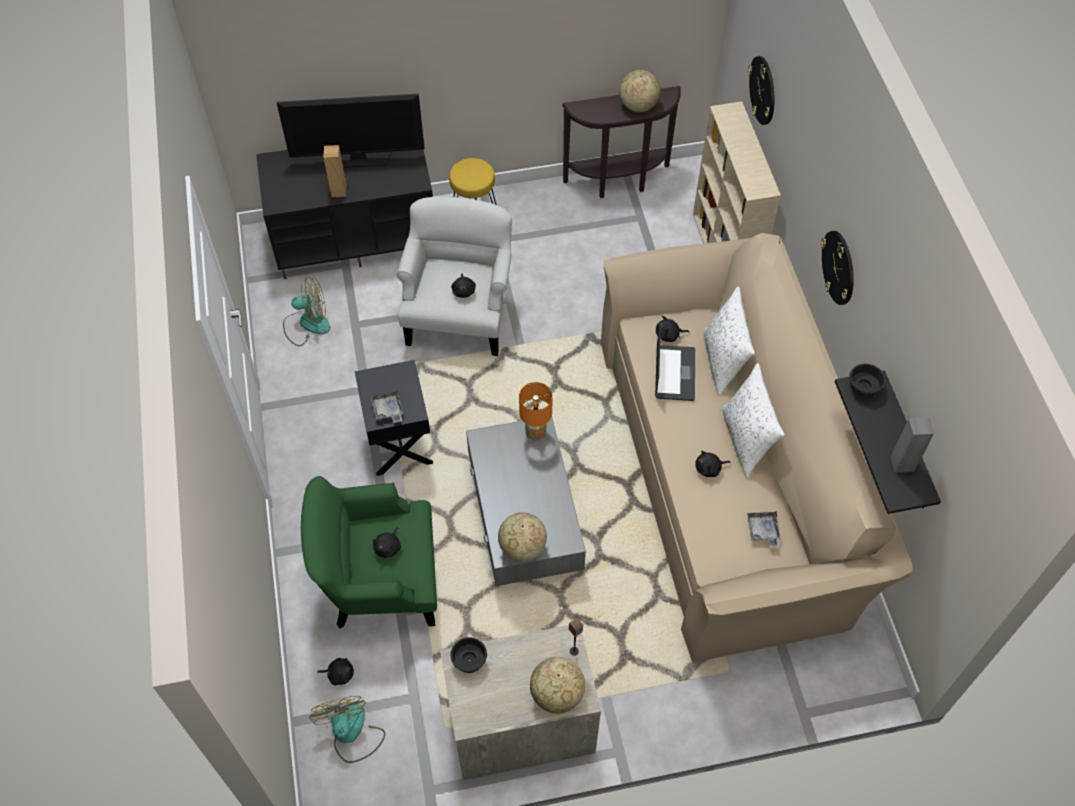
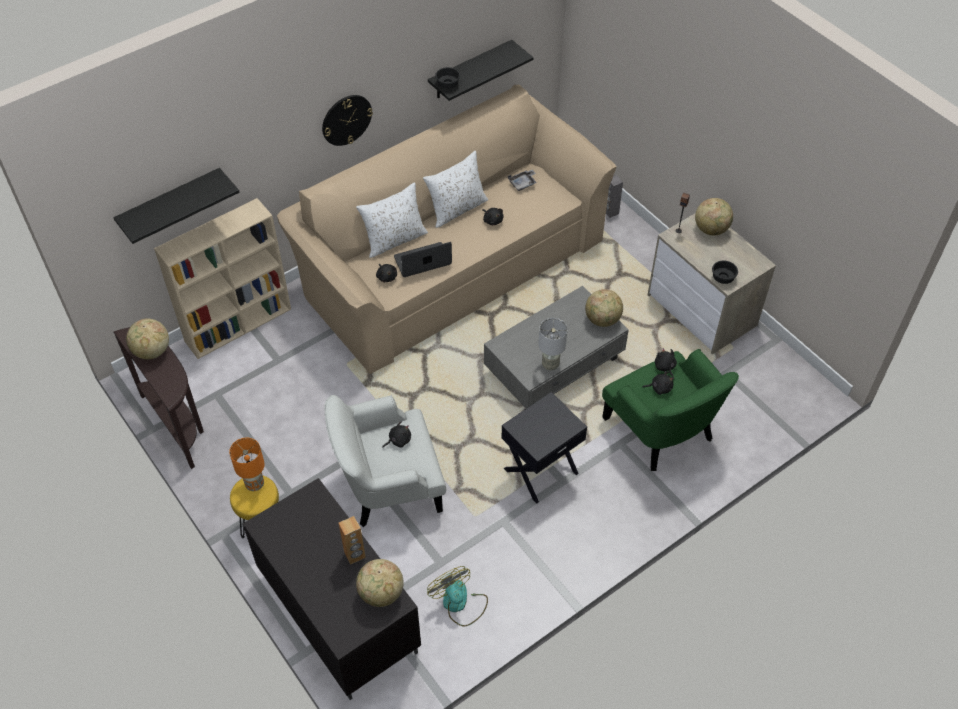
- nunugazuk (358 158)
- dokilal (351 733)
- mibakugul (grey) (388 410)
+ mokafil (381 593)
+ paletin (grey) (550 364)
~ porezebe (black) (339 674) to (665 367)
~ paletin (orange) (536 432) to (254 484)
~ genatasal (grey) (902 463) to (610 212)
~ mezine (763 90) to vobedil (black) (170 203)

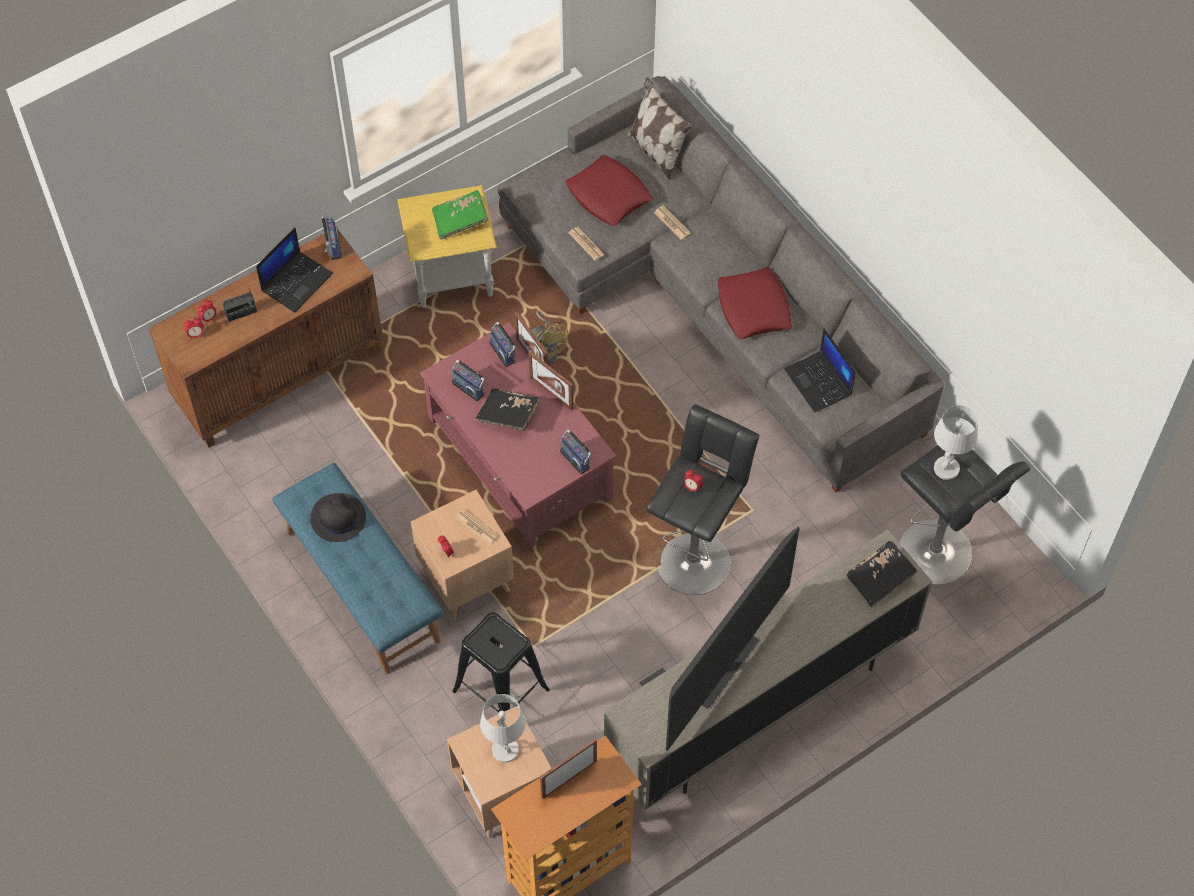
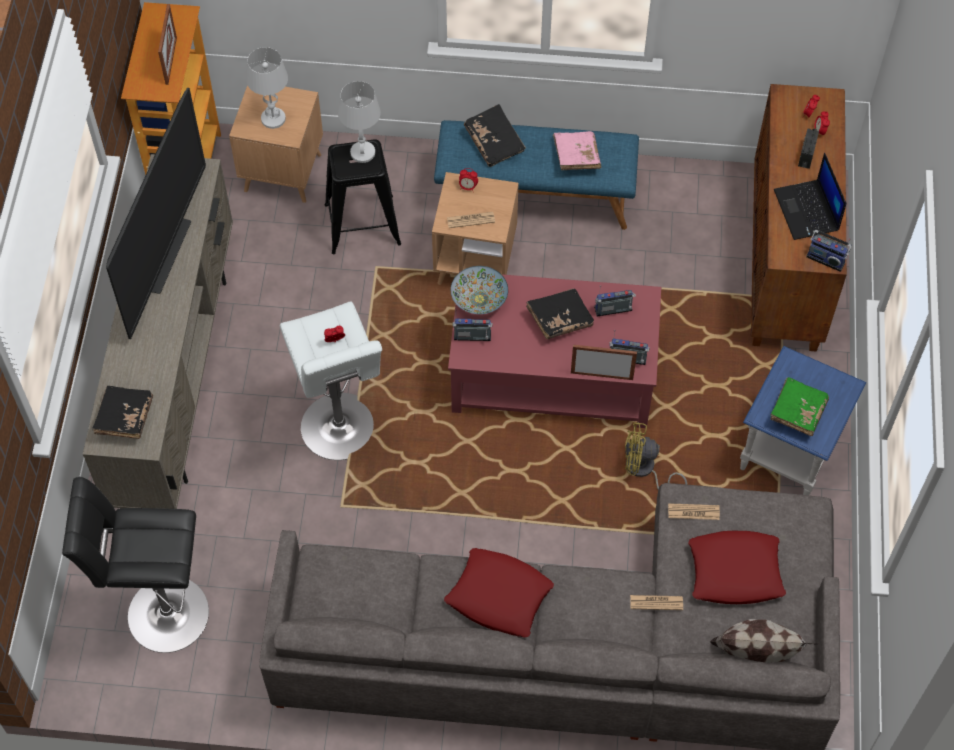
- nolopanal (551 393)
- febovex (819 382)
+ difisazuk (479 299)
+ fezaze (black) (494 142)
~ paletin (white) (946 469) to (362 152)
~ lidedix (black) (337 518) to fezaze (pink) (576 157)
~ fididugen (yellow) (453 276) to fididugen (blue) (788 454)
~ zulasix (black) (695 557) to zulasix (white) (342 431)
~ nunugazuk (726 669) = (167 255) 150 degrees counterclockwise

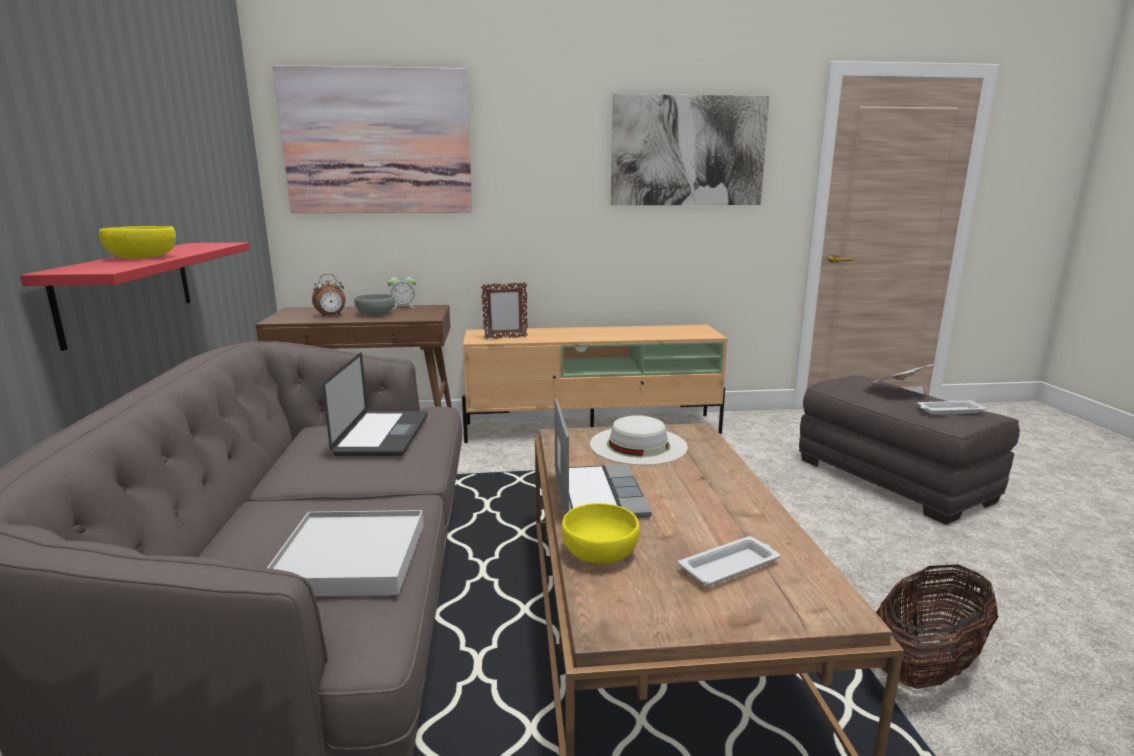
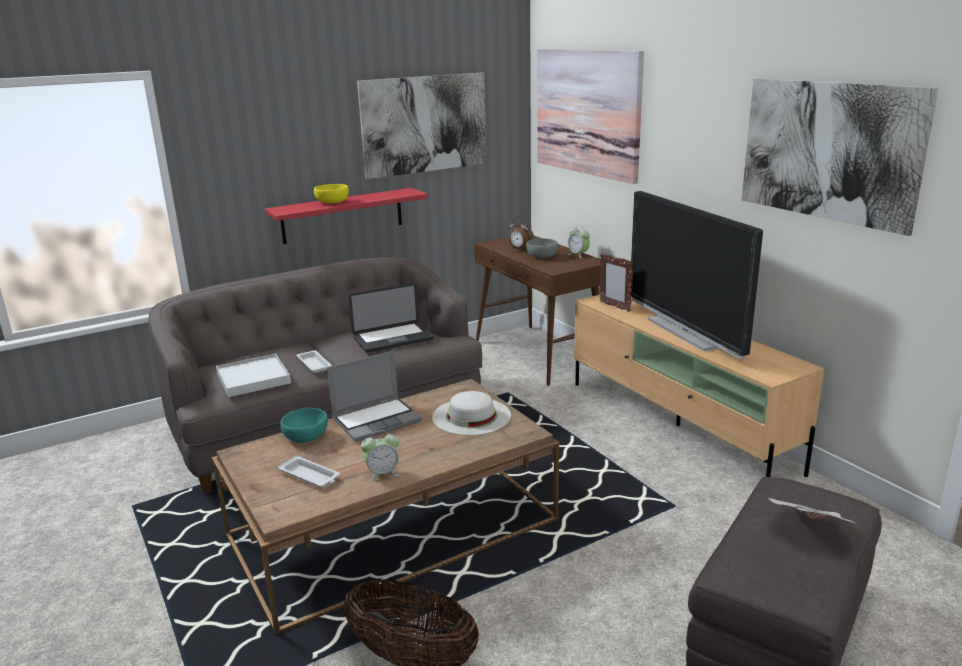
+ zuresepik (424 124)
+ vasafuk (382 473)
+ nunugazuk (687 332)
~ mibakugul (white) (949 411) to (314 364)
~ difisazuk (yellow) (599 552) to difisazuk (turquoise) (306 436)

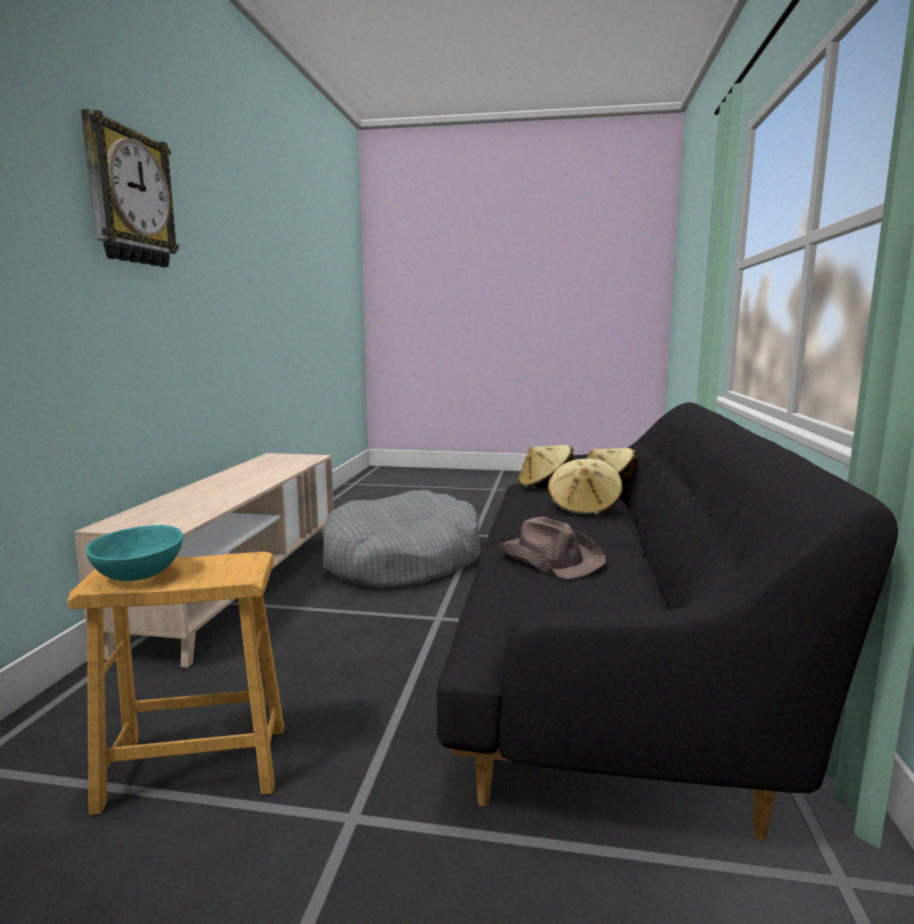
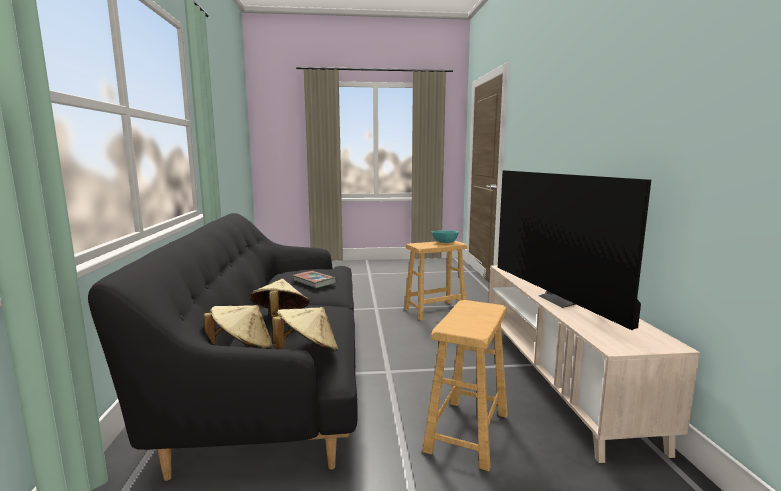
- mezine (128 197)
+ nunugazuk (561 300)
~ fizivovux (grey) (402 560) to zulasix (brown) (468 432)
~ lidedix (brown) (549 558) to fezaze (314 282)

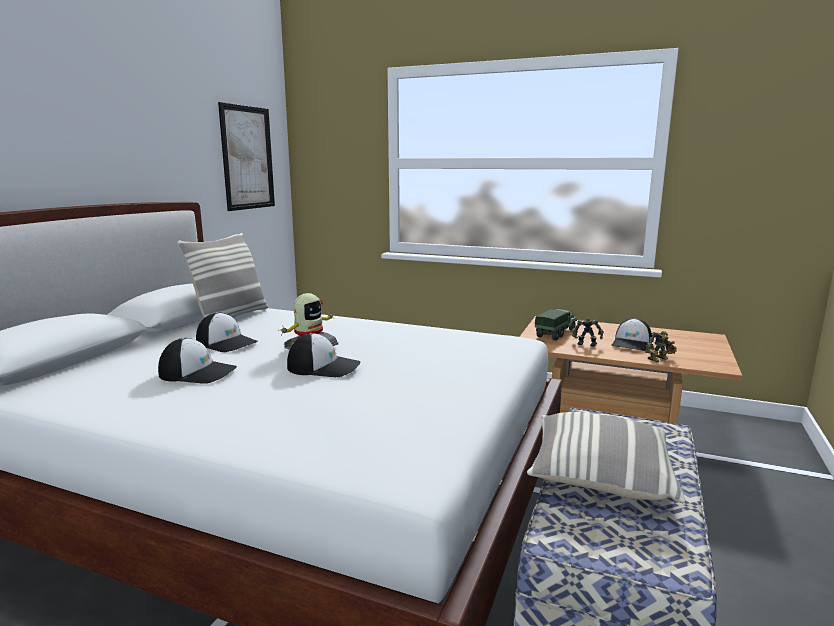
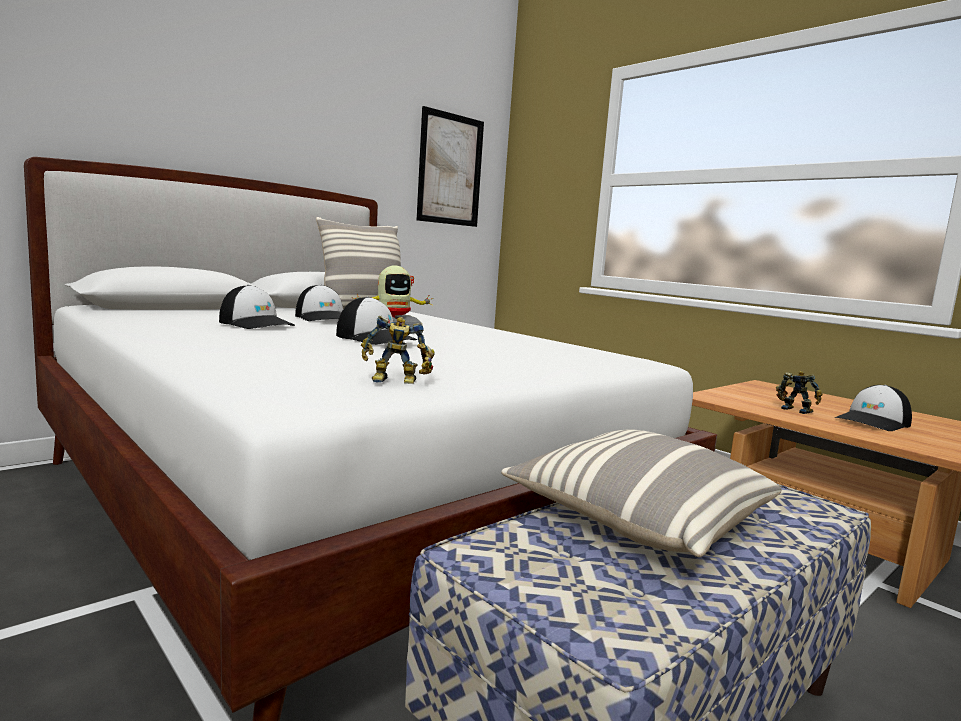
- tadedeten (556 333)
~ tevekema (659 359) to (395 382)

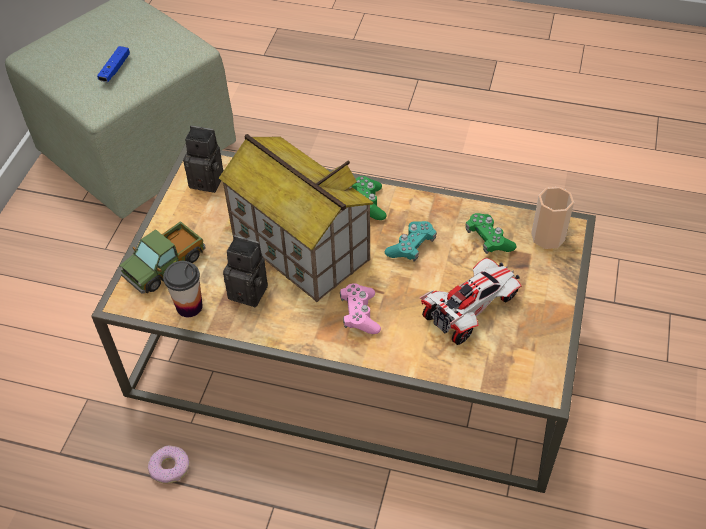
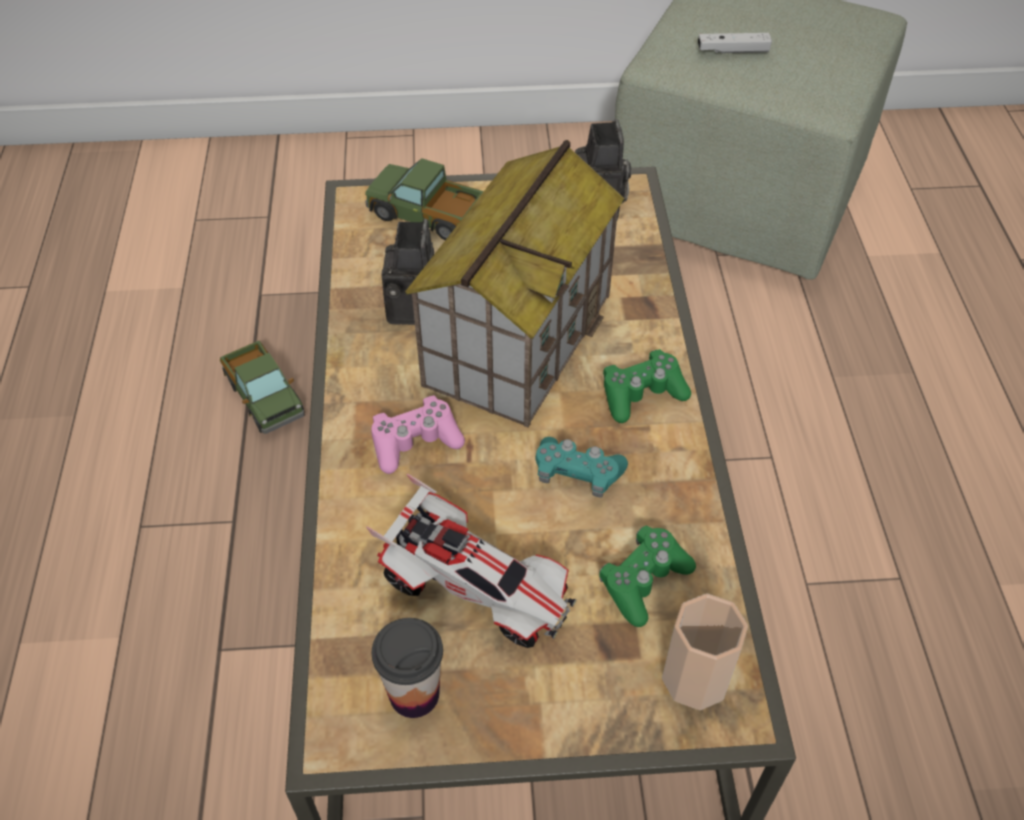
~ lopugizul (189 306) to (414 694)
~ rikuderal (169 467) to tadedeten (264 397)
~ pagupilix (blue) (115 69) to pagupilix (white) (733 50)

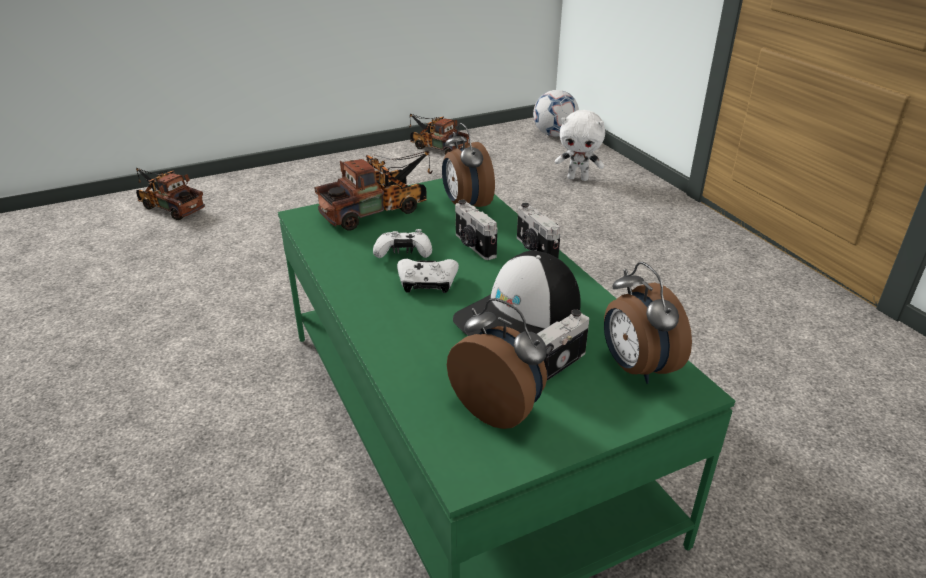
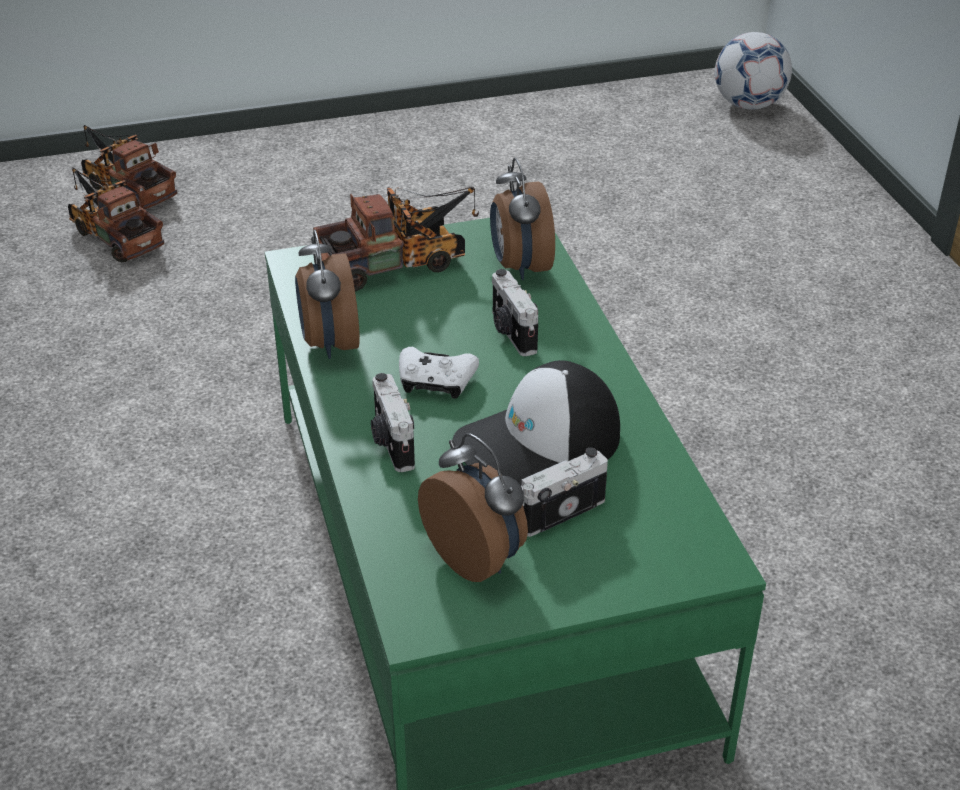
- pagupilix (white) (403 253)
- porezebe (white) (578 178)
~ tadedeten (436 148) to (114 235)
~ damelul (534 249) to (391 443)
~ vasafuk (635 368) to (329 343)

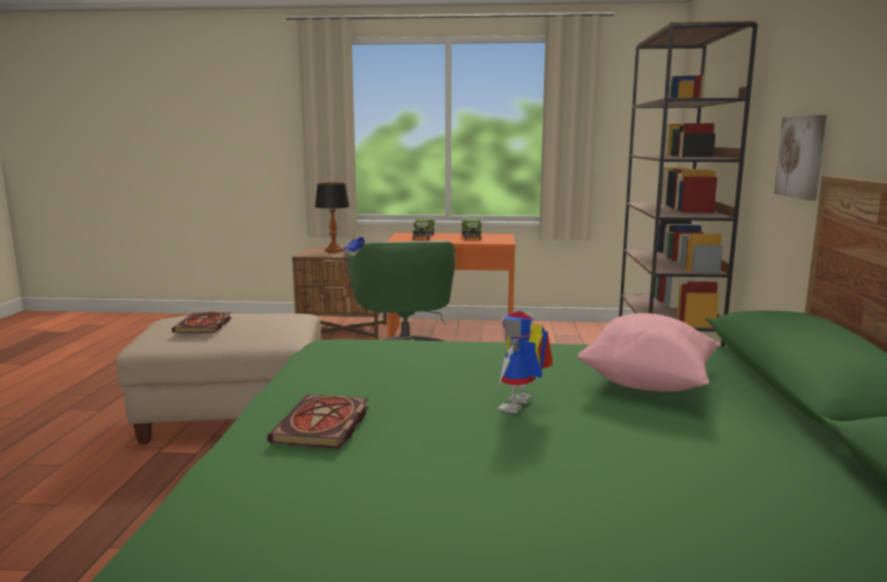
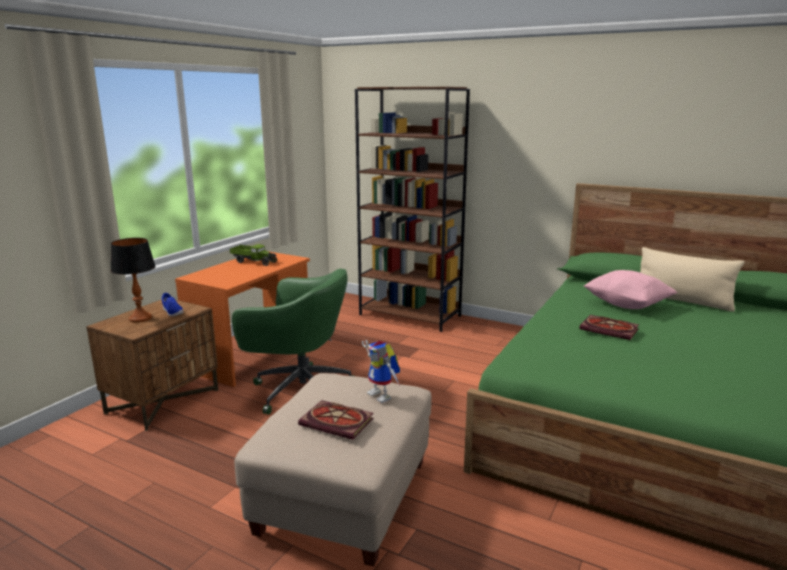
- tadedeten (423 236)
- zuresepik (802 157)
+ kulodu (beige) (682 301)
~ fezaze (323 426) to (610 329)
~ tevekema (520 407) to (383 395)

